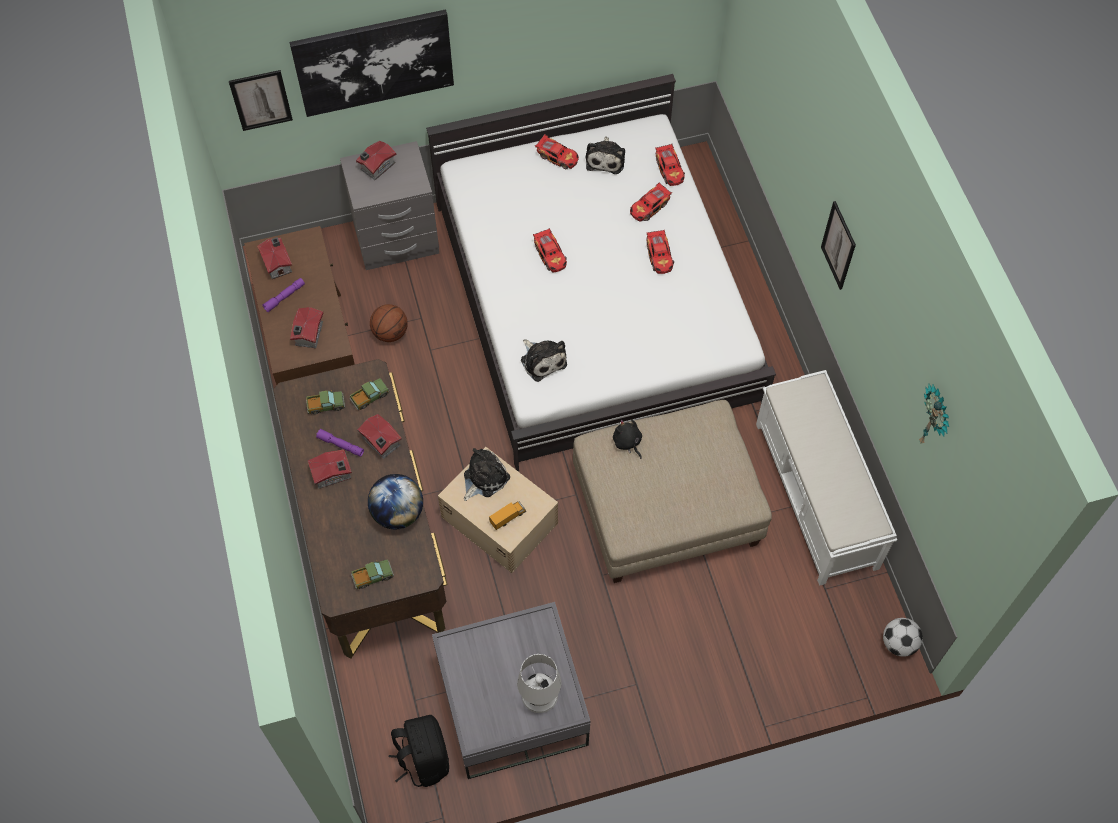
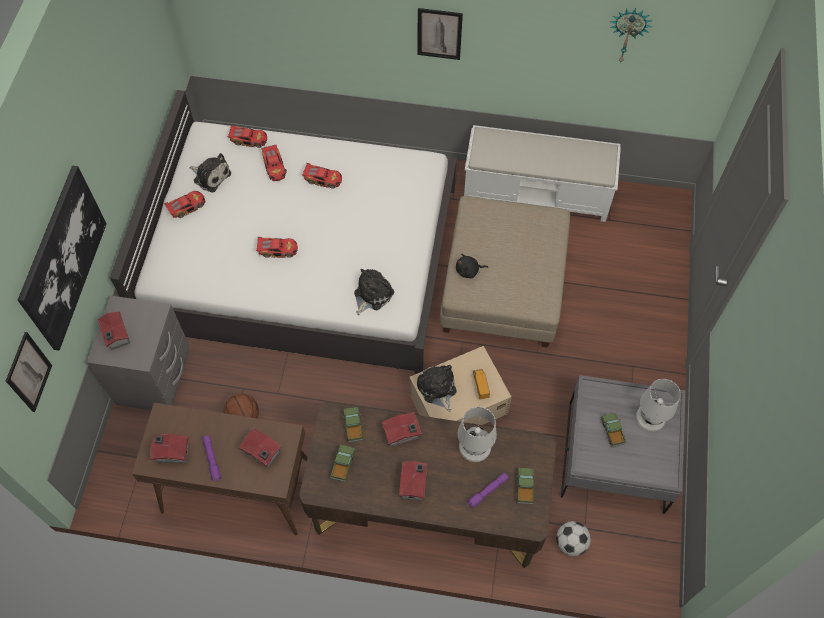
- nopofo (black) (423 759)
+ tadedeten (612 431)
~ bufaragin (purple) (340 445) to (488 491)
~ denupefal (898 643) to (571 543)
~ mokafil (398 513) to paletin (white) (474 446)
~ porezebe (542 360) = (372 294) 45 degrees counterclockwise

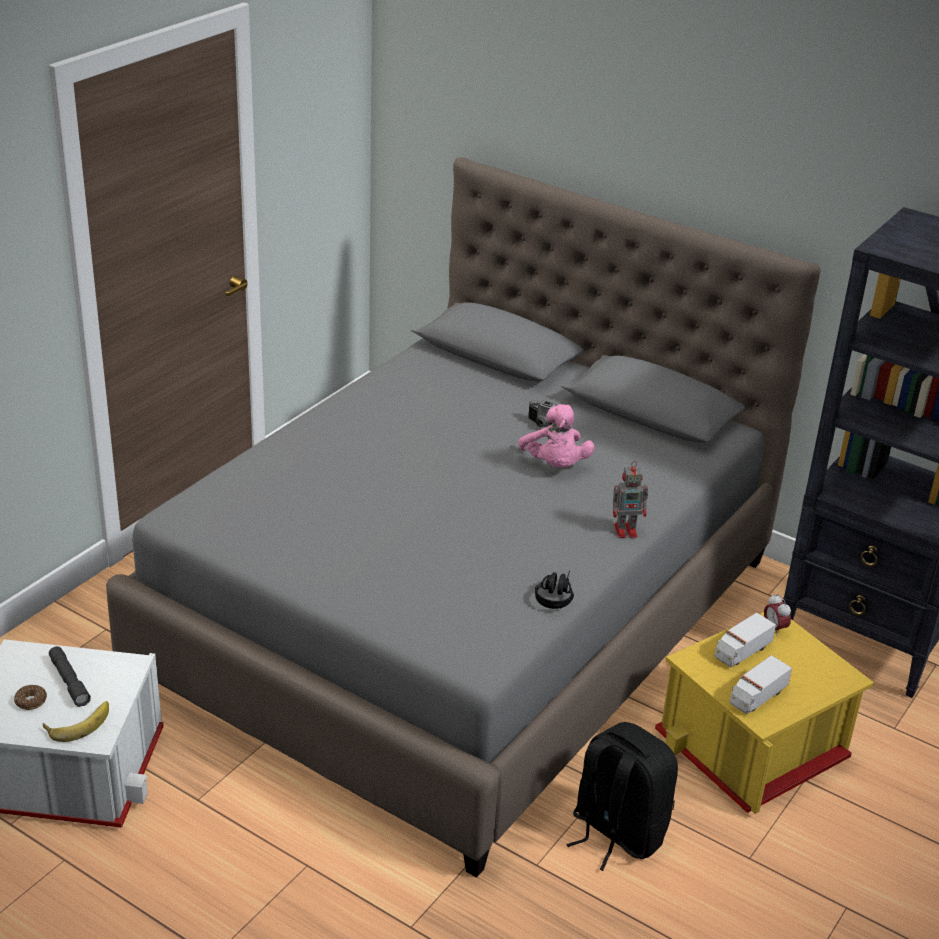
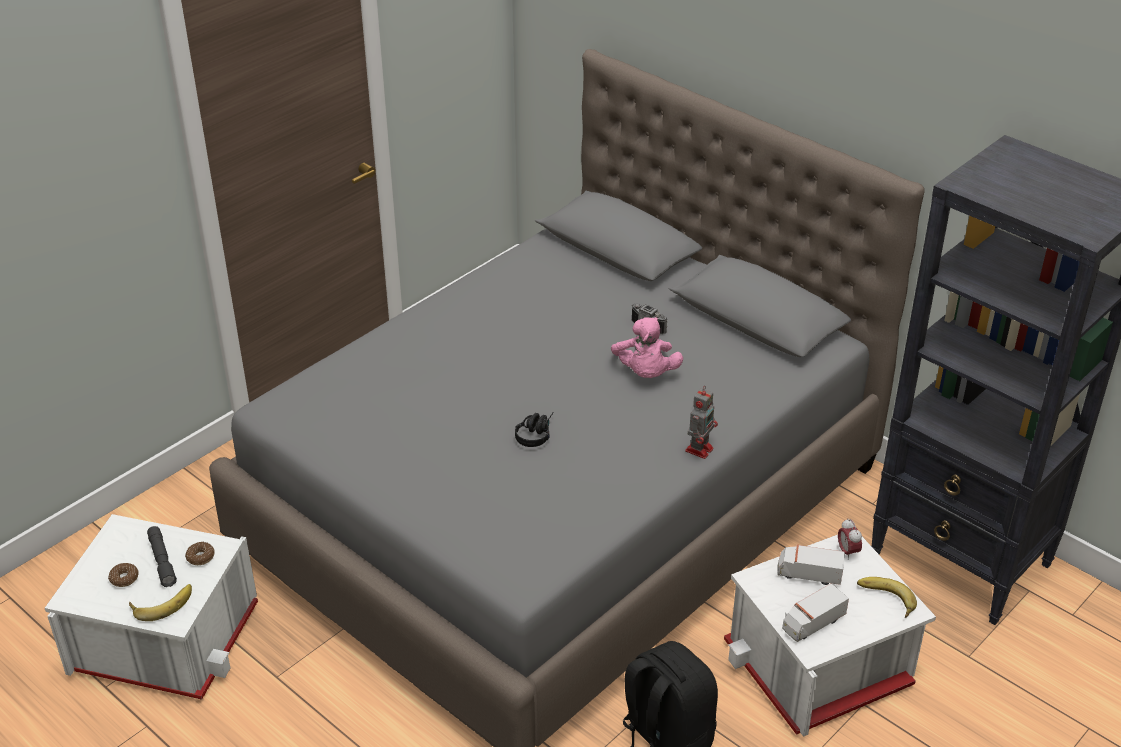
+ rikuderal (200 557)
+ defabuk (885 600)
~ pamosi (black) (555 595) to (536 433)
~ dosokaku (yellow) (755 745) to dosokaku (white) (821 664)
~ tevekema (627 530) = (700 448) 60 degrees counterclockwise
~ tadedeten (741 651) = (808 574) 45 degrees clockwise

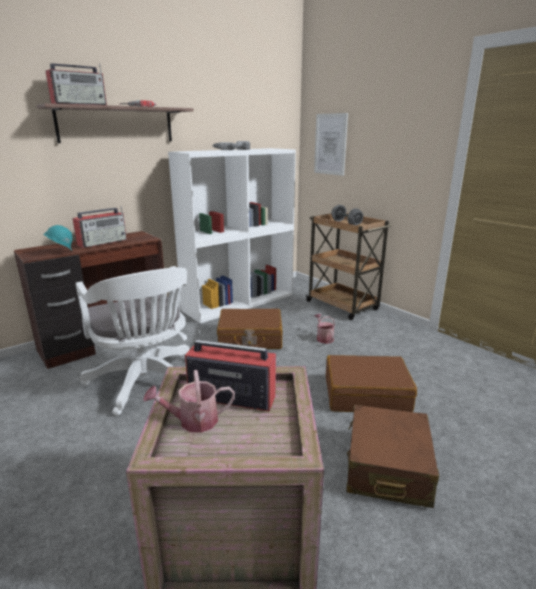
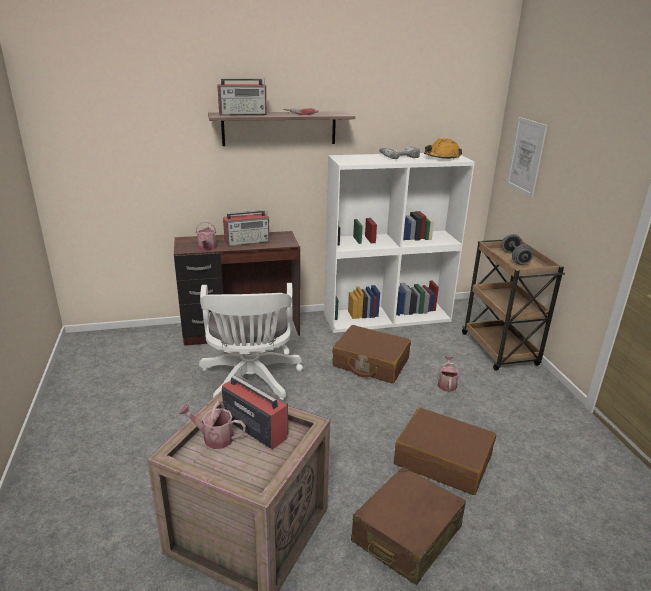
+ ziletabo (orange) (441 157)
~ ziletabo (turquoise) (61 252) to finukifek (206 248)

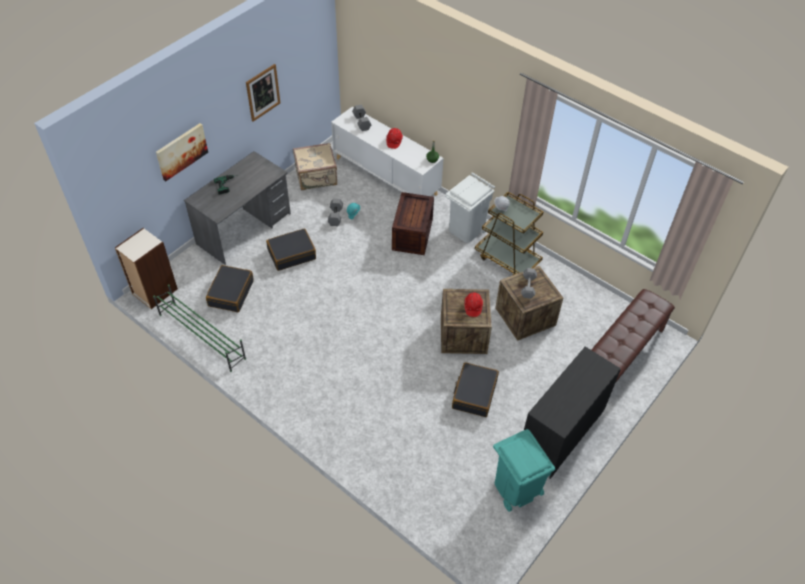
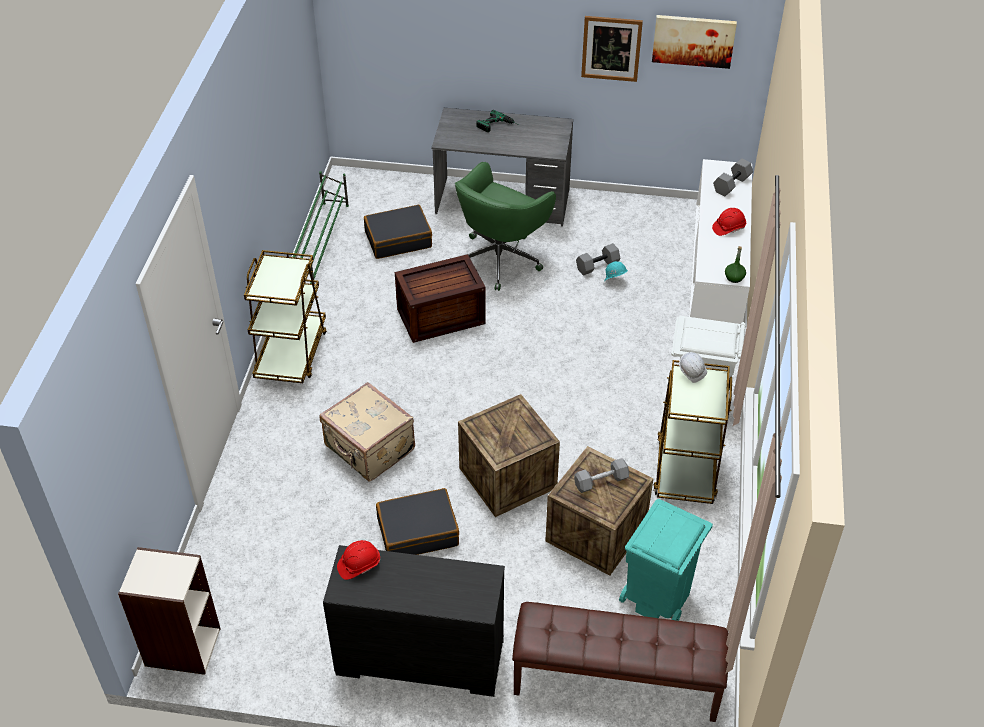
+ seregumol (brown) (291 354)
~ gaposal (154 292) to (182 647)
~ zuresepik (181 151) to (693 40)
~ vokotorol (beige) (316 177) to (369 449)
~ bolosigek (412 234) to (442 316)
~ ziletabo (red) (473 307) to (359 565)
~ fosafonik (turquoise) (515 489) to (657 596)
~ vokotorol (black) (291 254) to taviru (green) (500 258)

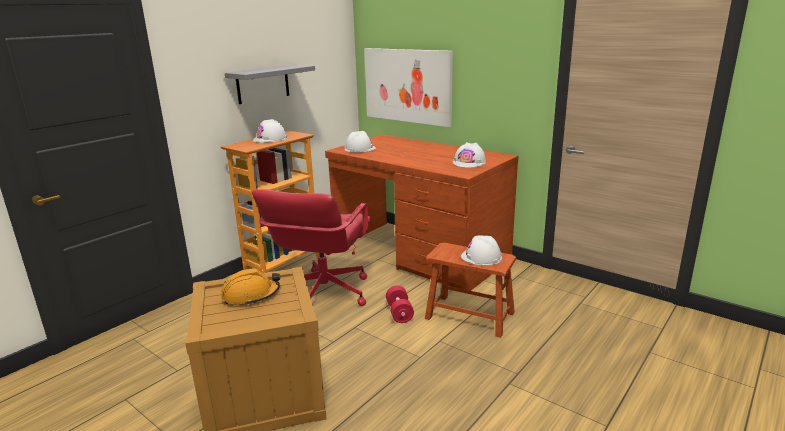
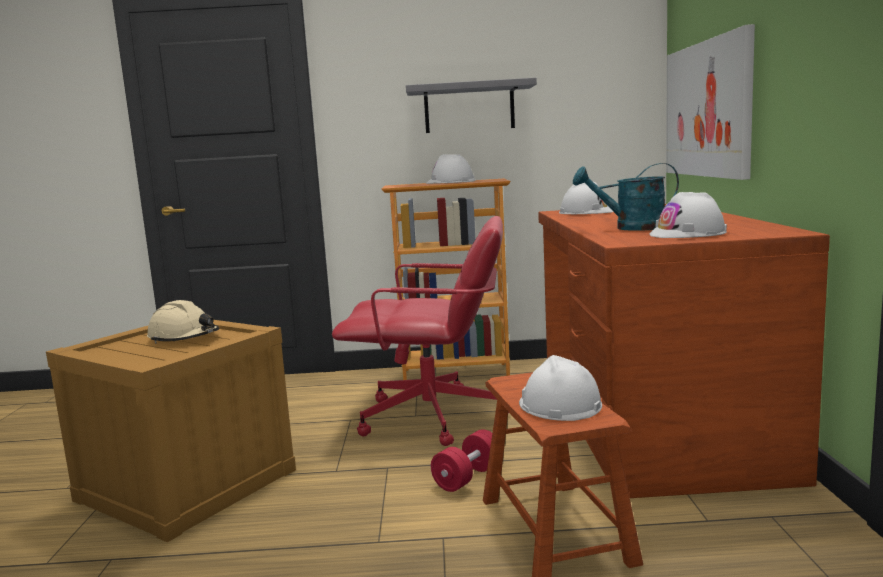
+ finukifek (turquoise) (631 228)
~ ziletabo (orange) (251 295) to ziletabo (beige) (184 338)
~ taviru (red) (323 293) = (433 418) 150 degrees counterclockwise

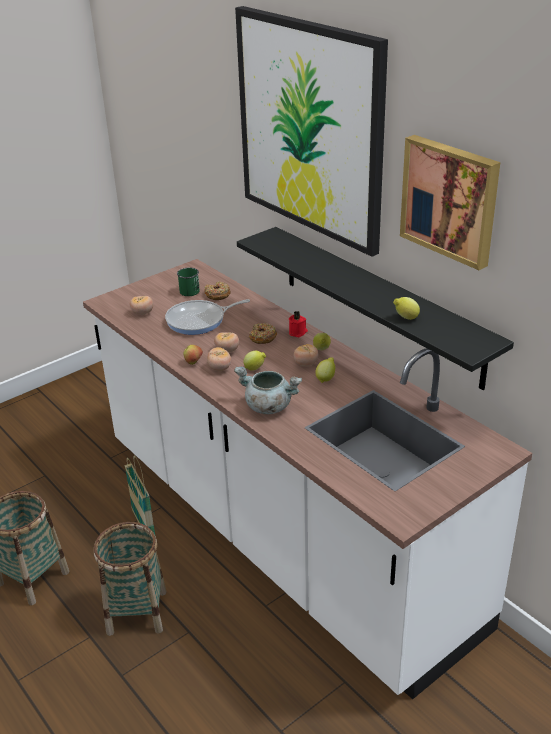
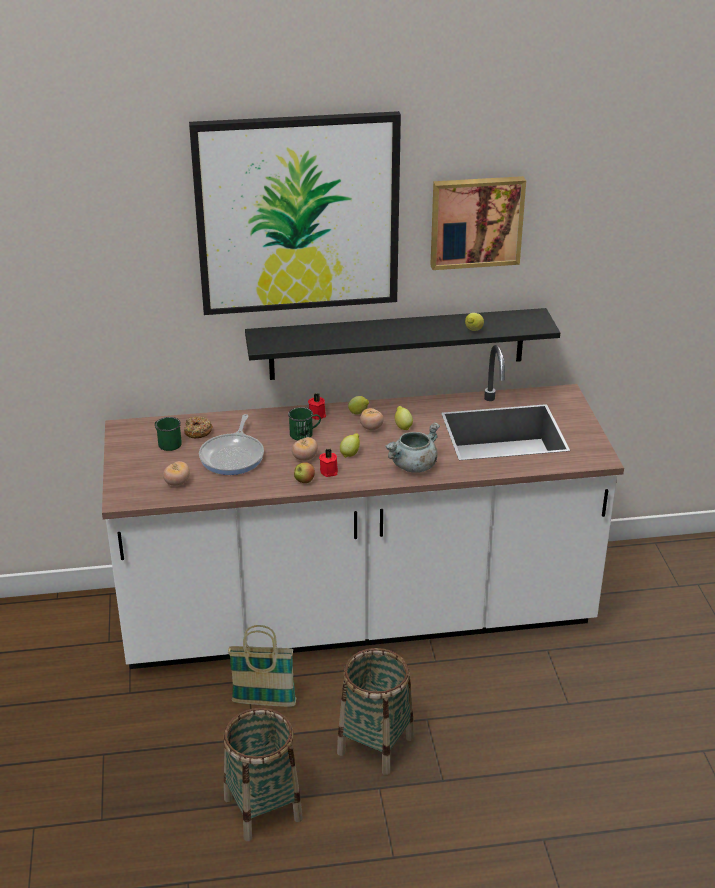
~ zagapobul (219 368) to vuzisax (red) (329 471)
~ rikuderal (262 337) to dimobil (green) (305 434)

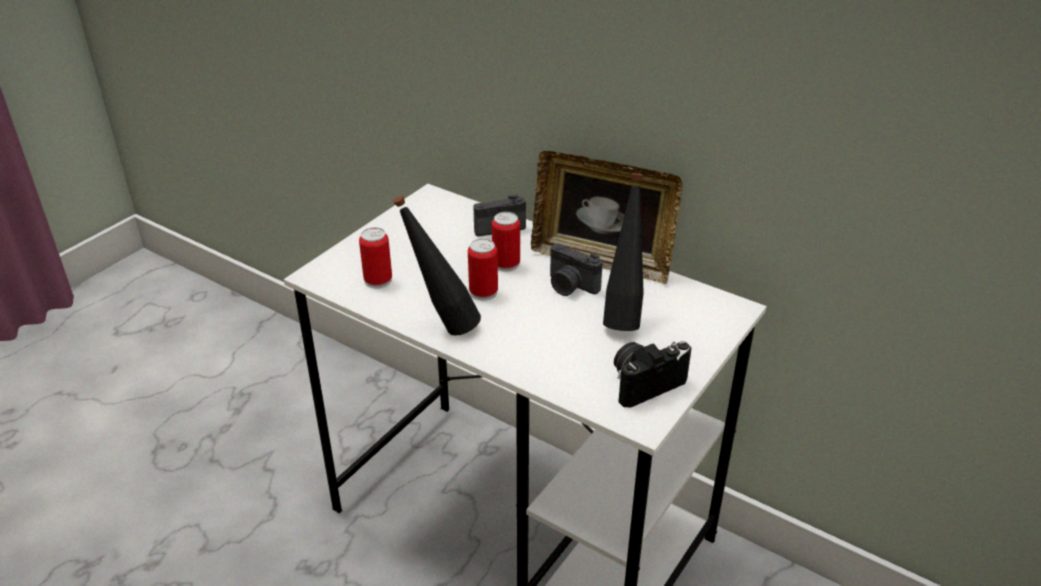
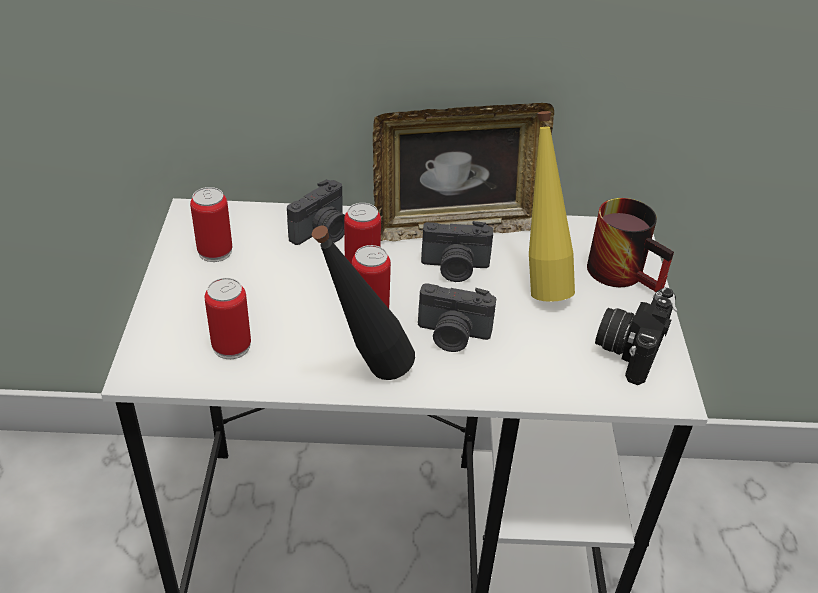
+ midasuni (215 251)
+ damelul (452 336)
+ dimobil (626 272)
~ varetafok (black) (623 317) to varetafok (yellow) (539 283)

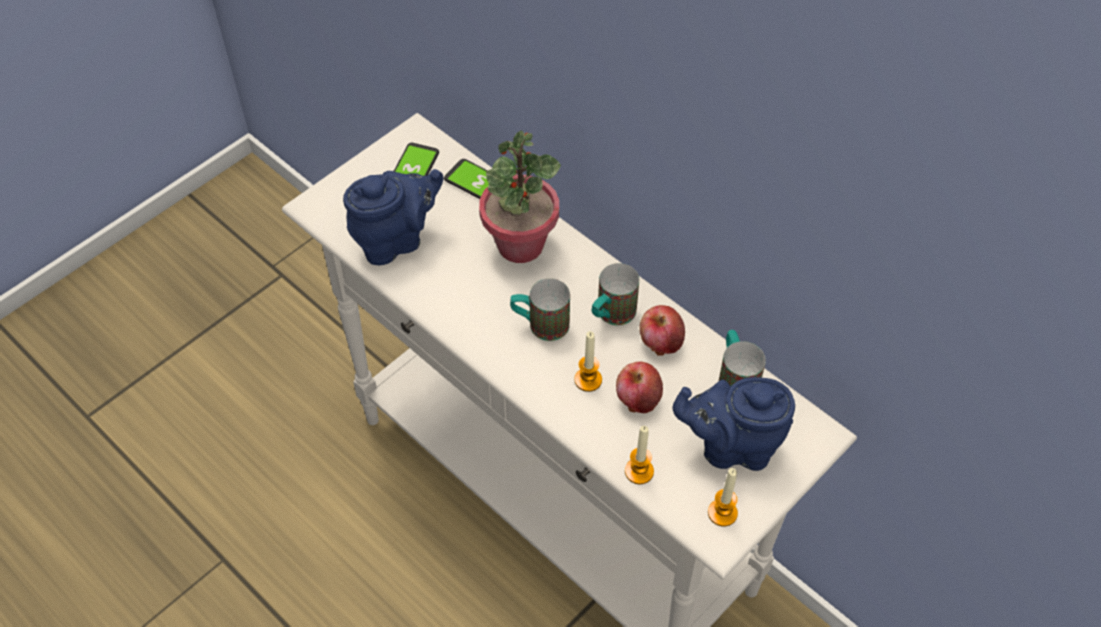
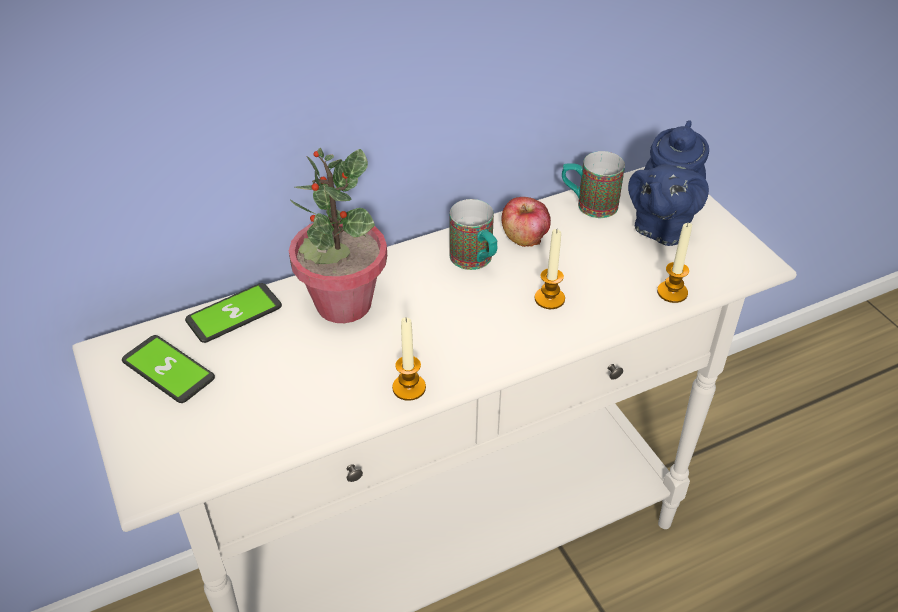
- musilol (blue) (396 240)
- dimobil (540 325)
- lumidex (638 398)
~ vuzisax (722 513) to (409 388)

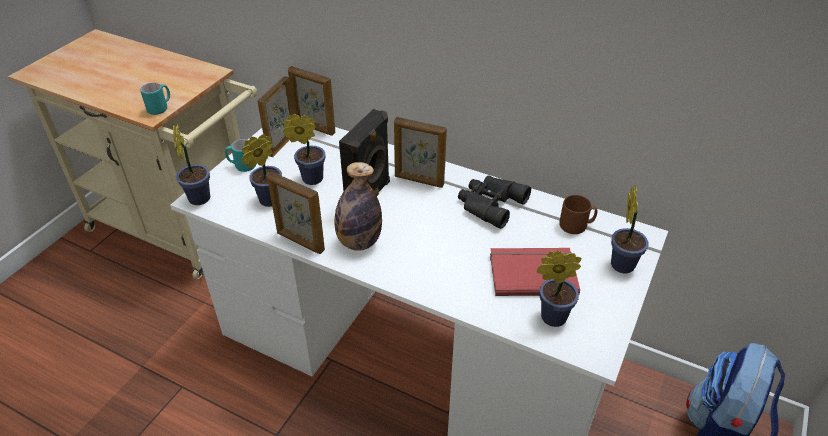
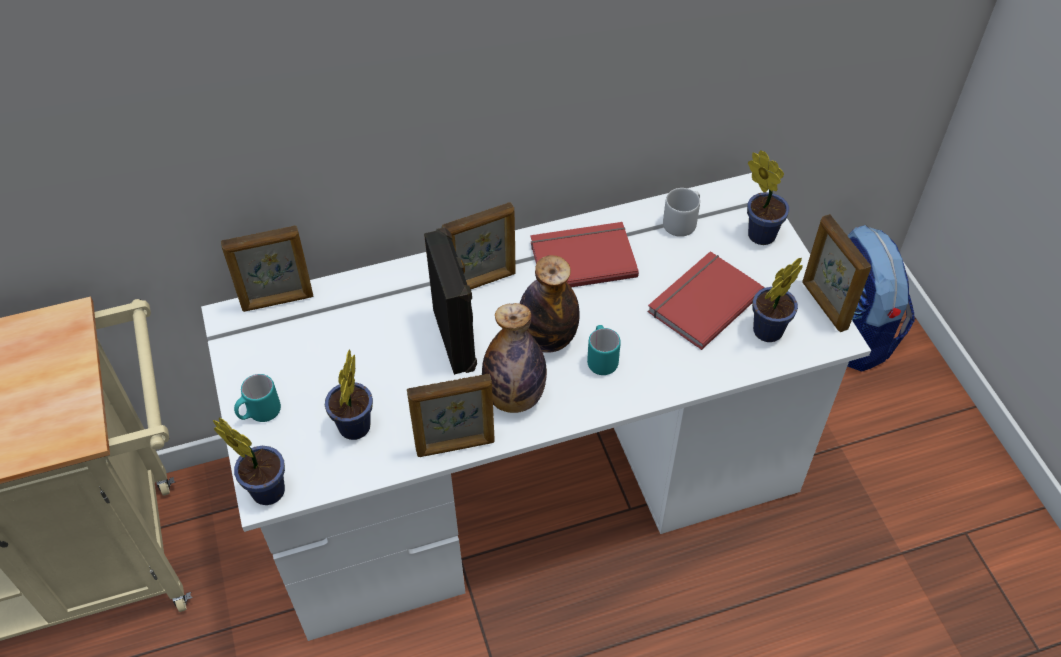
- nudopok (309 178)
+ varetafok (547 339)
~ dimobil (turquoise) (160 108) to (601 359)
~ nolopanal (282 143) to (824 305)
~ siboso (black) (489 204) to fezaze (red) (582 257)
~ dimobil (brown) (576 225) to dimobil (grey) (682 222)

